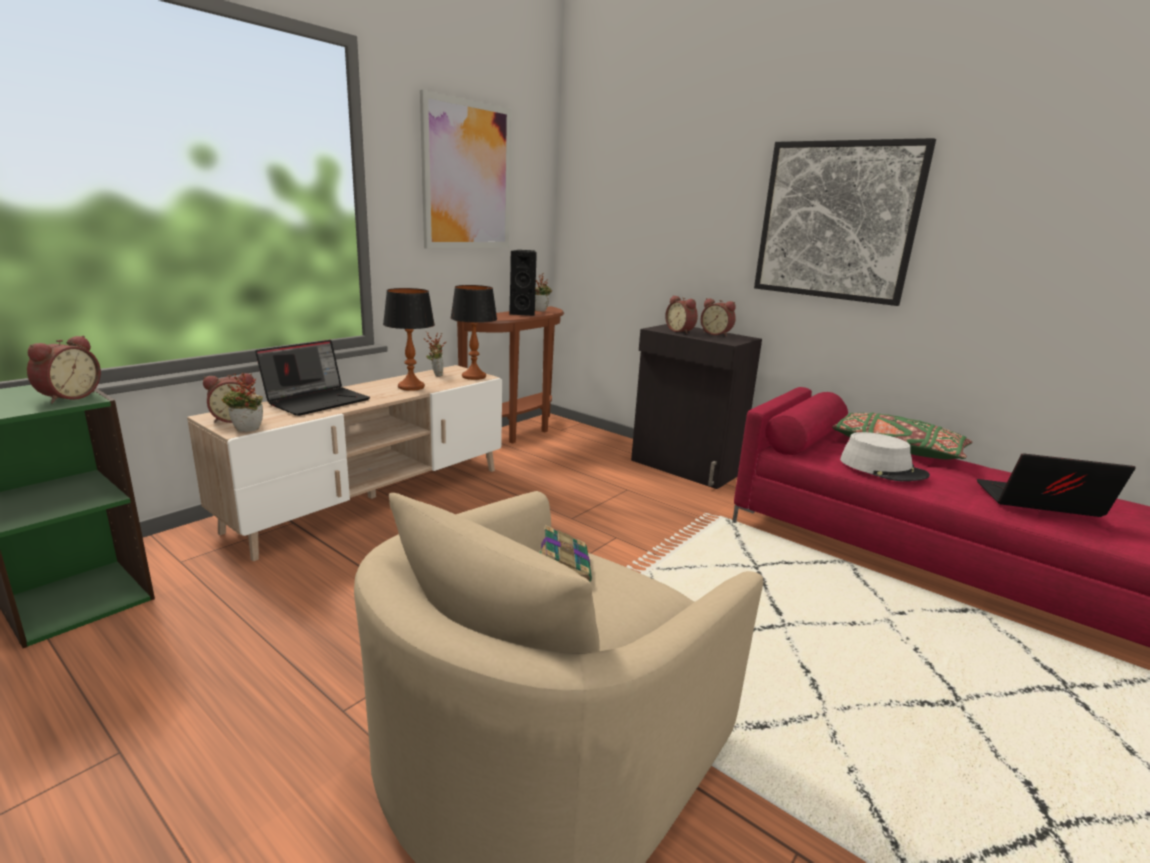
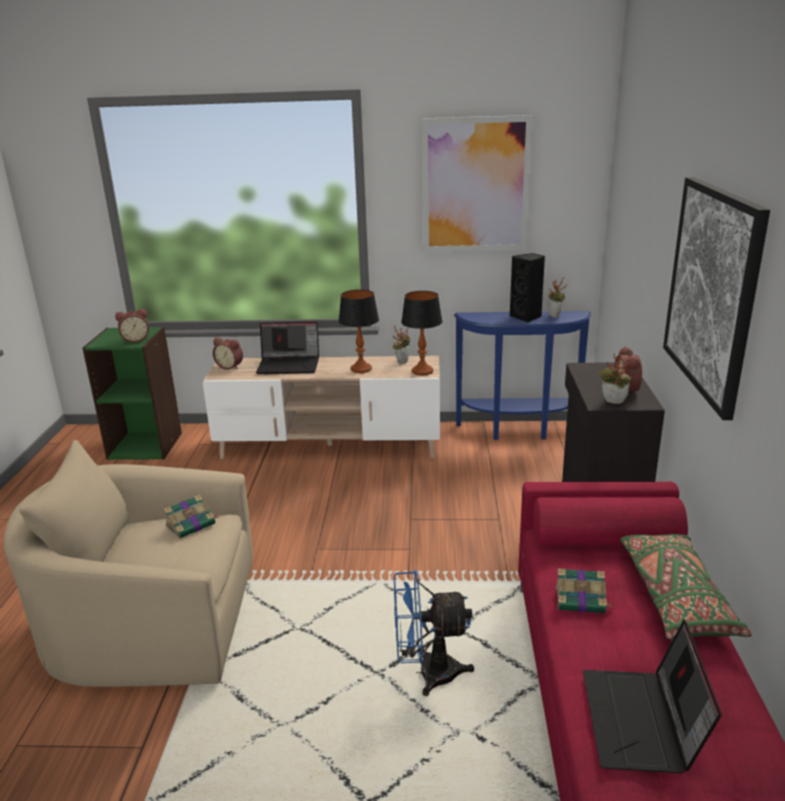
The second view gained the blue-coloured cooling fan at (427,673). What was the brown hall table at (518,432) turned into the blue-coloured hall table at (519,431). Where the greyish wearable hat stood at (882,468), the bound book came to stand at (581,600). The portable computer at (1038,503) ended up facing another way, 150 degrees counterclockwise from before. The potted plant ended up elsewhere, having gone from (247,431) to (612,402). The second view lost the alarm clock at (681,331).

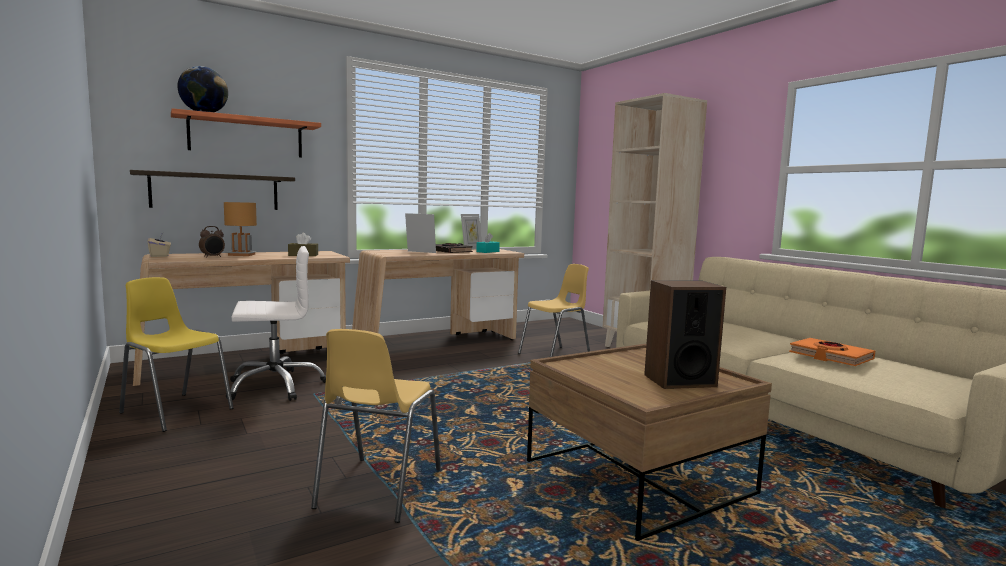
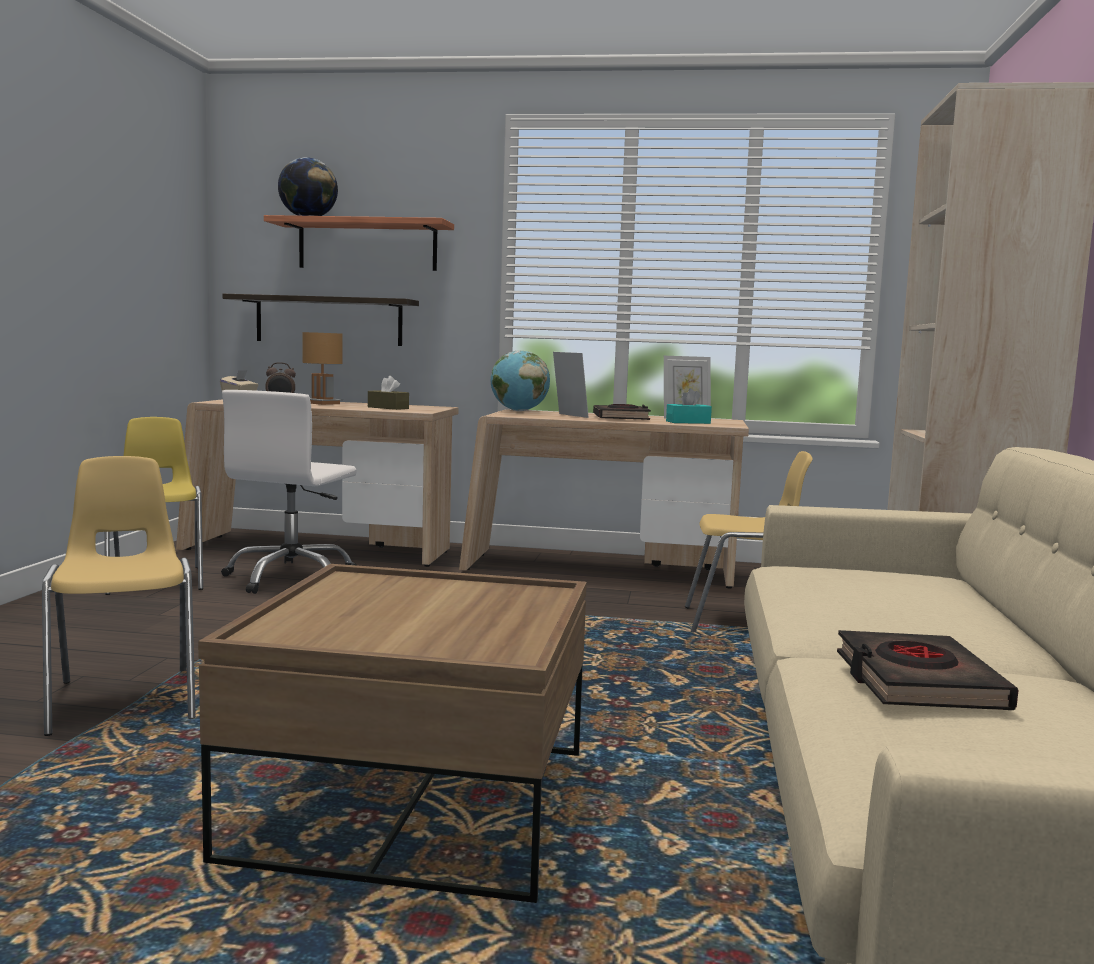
The yellow chair at (377,489) ended up facing another way, 105 degrees clockwise from before. The white desk chair at (276,386) ended up facing another way, 90 degrees clockwise from before. The second view gained the desk globe at (519,411). What was the orange bound book at (830,356) turned into the blackish bound book at (917,682). The second view lost the loudspeaker at (679,380).

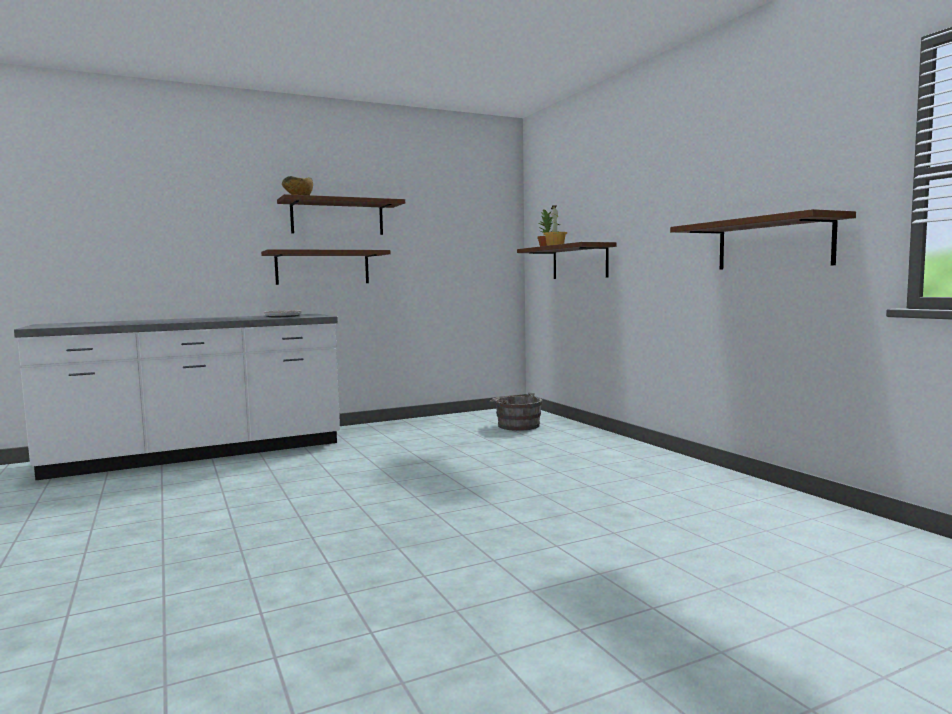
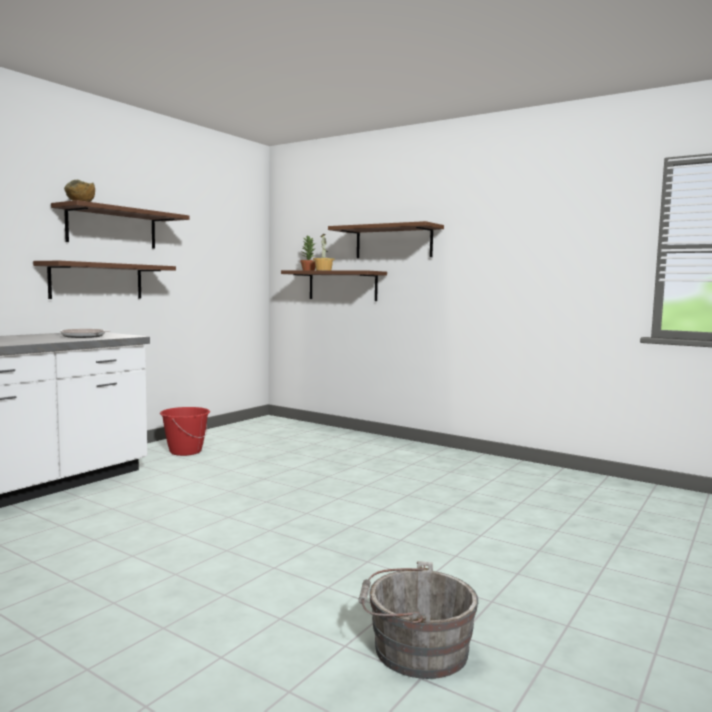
The second view gained the red-coloured water bucket at (185,451). The brown shelf ended up elsewhere, having gone from (773,244) to (393,242). The greyish water bucket ended up elsewhere, having gone from (516,425) to (415,649).

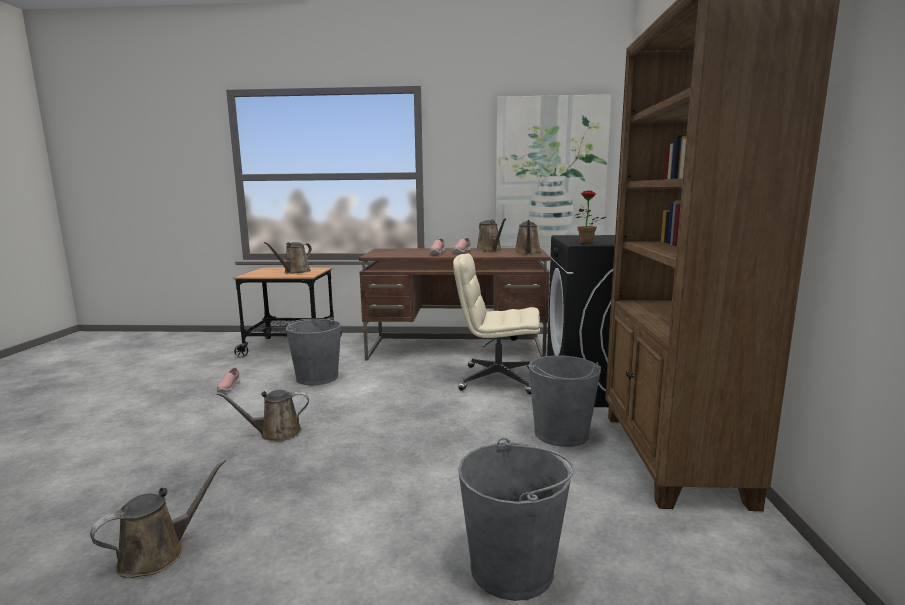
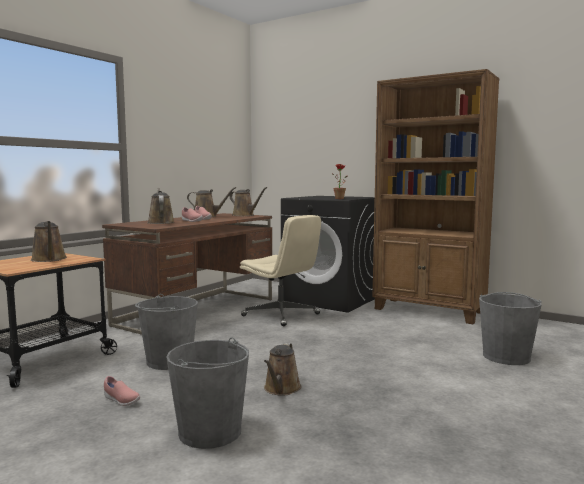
The brown sprinkling can ended up elsewhere, having gone from (158,553) to (160,222). The greyish water bucket ended up elsewhere, having gone from (561,434) to (210,432). The sand-coloured desk chair at (496,379) ended up facing another way, 90 degrees counterclockwise from before. The second view lost the wall picture at (550,173).

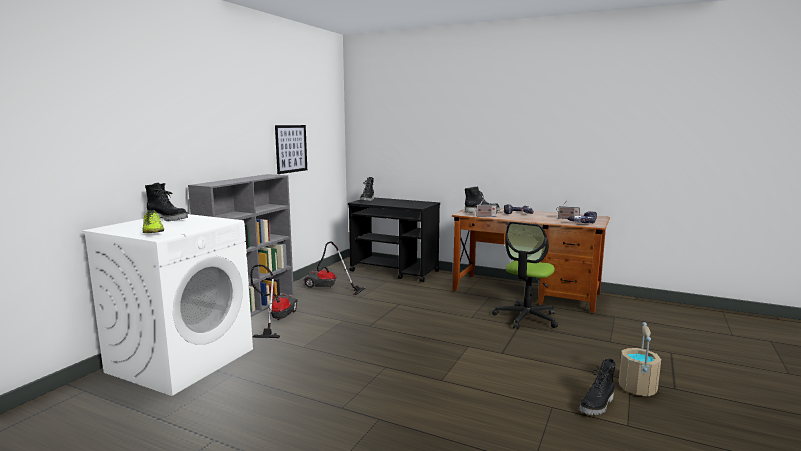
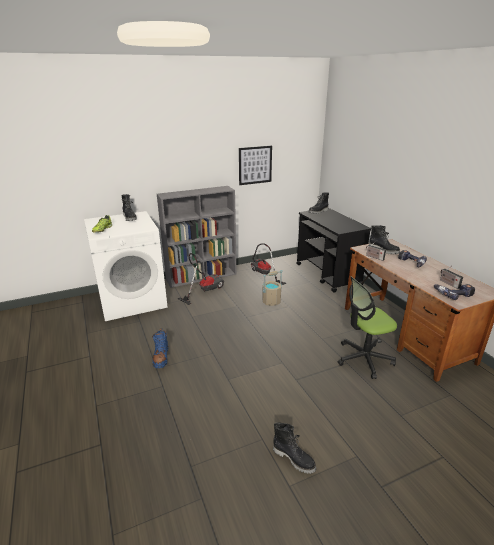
The second view gained the blue-coloured high-top boot at (161,357). The sand-coloured water bucket ended up elsewhere, having gone from (637,388) to (271,301). The blackish high-top boot at (597,405) ended up facing another way, 135 degrees counterclockwise from before.

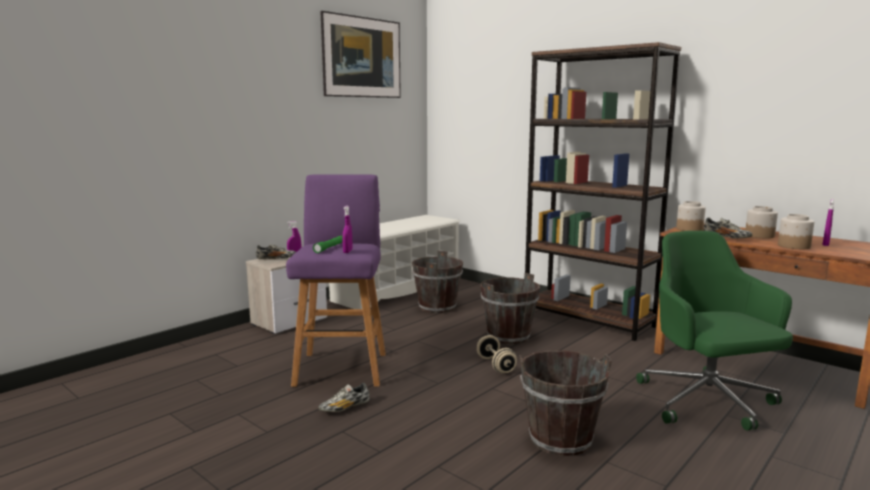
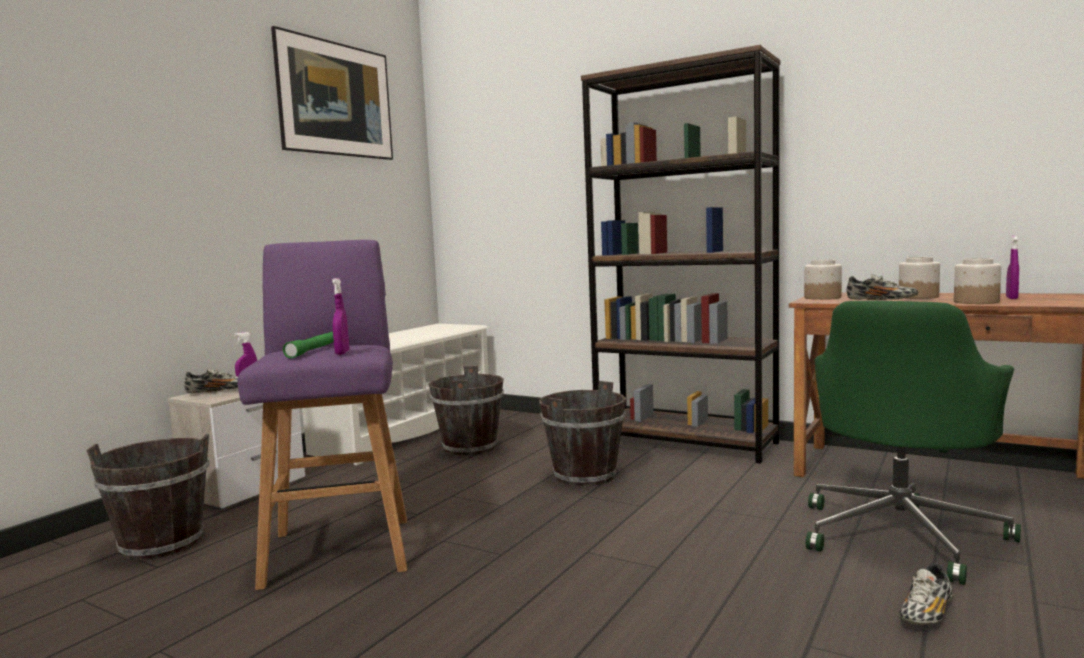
The brown water bucket ended up elsewhere, having gone from (560,439) to (162,543). The green desk chair at (707,402) ended up facing another way, 120 degrees counterclockwise from before. The low shoe ended up elsewhere, having gone from (345,408) to (926,614). The second view lost the sand-coloured dumbbell at (495,365).

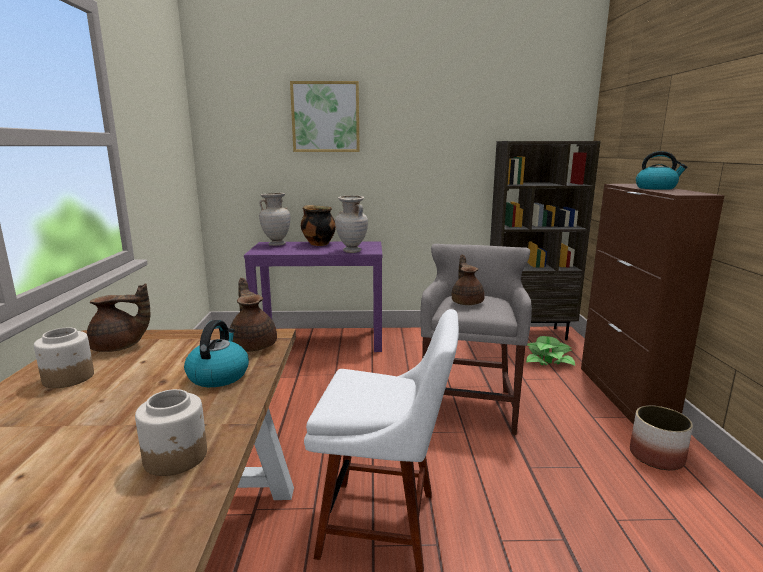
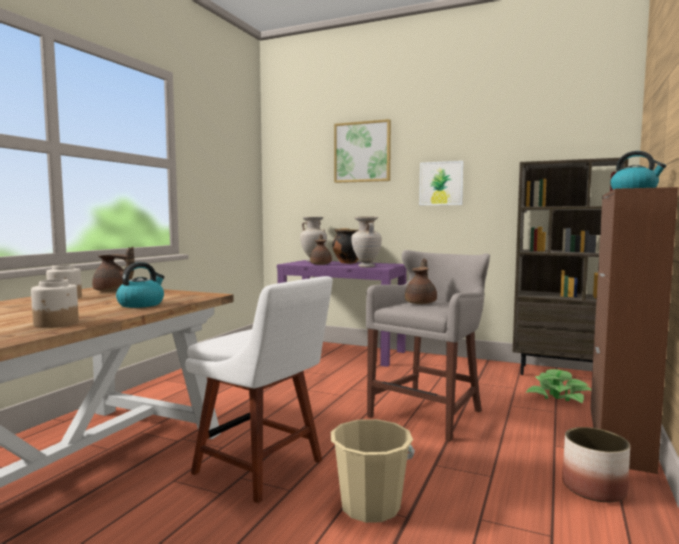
The brown tea pot ended up elsewhere, having gone from (254,345) to (321,264). The second view gained the sand-coloured water bucket at (370,506). The second view gained the wall picture at (441,183).

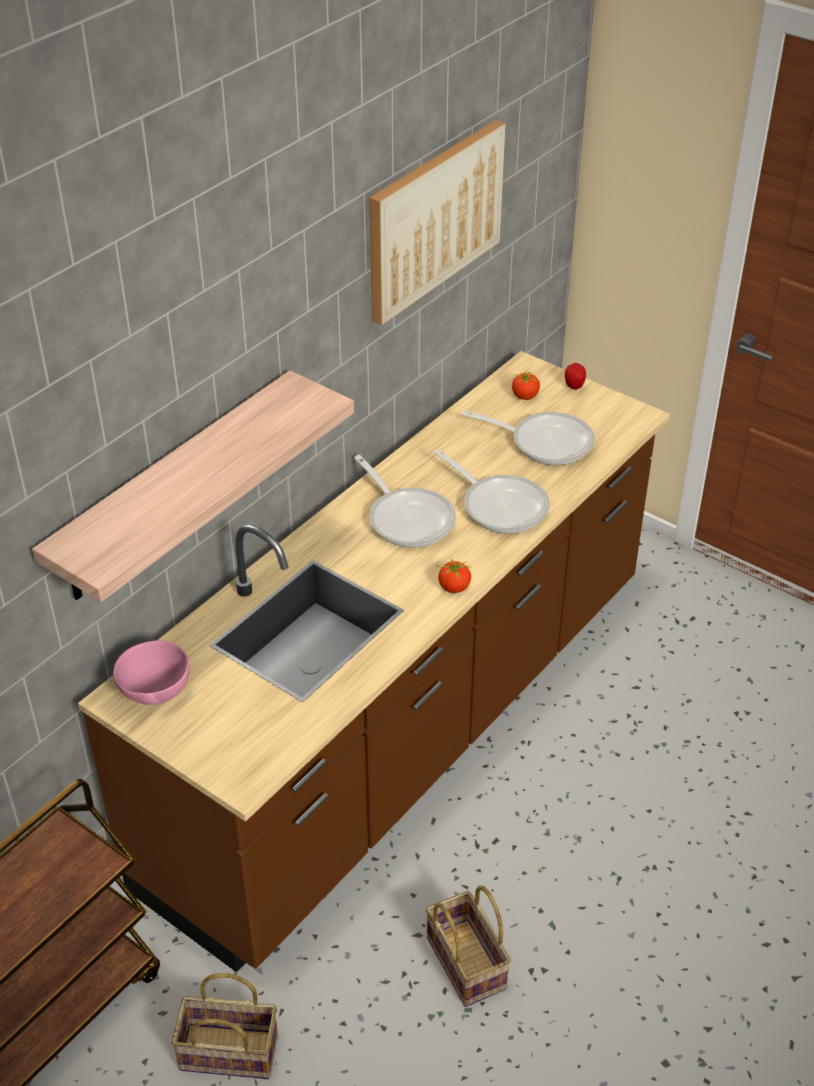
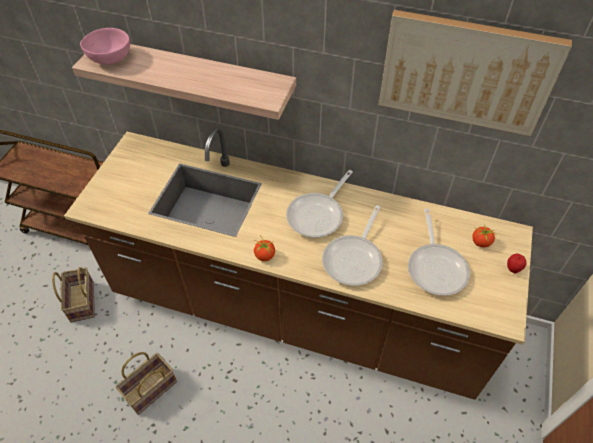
The pinkish bowl ended up elsewhere, having gone from (154,692) to (109,59).

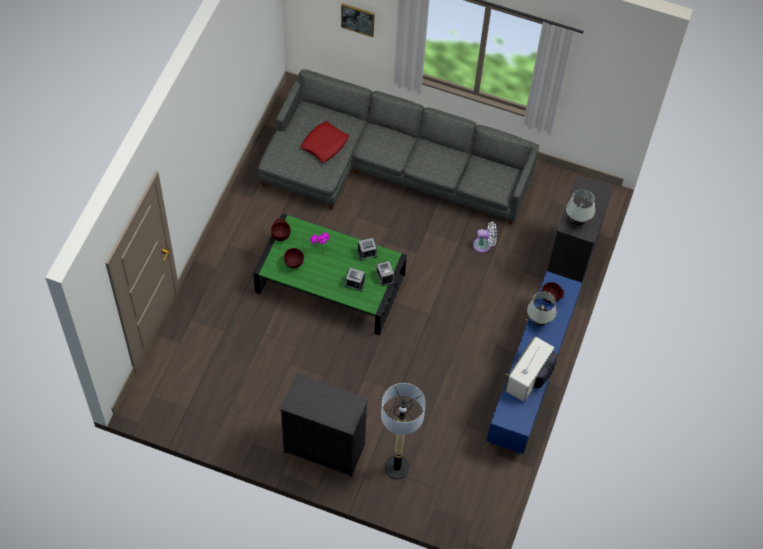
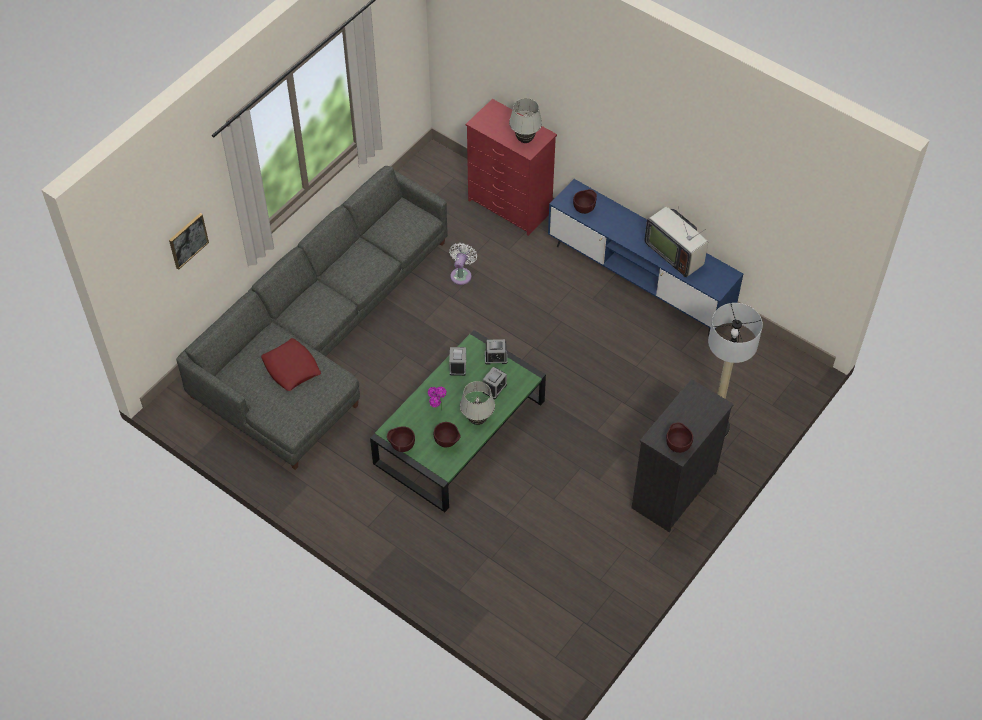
The white tabletop lamp ended up elsewhere, having gone from (538,321) to (477,420). What was the blackish dresser at (570,262) turned into the red-coloured dresser at (510,207). The second view gained the brown bowl at (677,445).

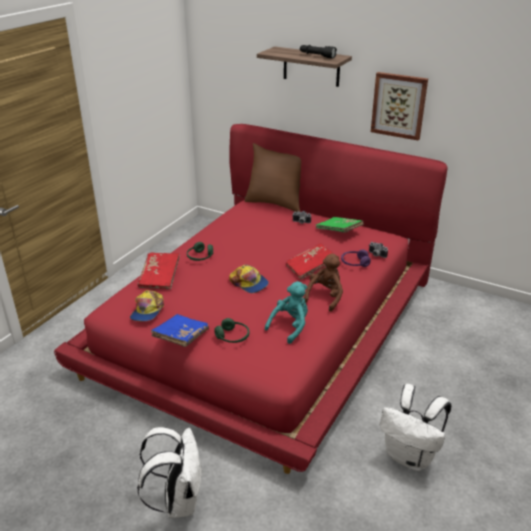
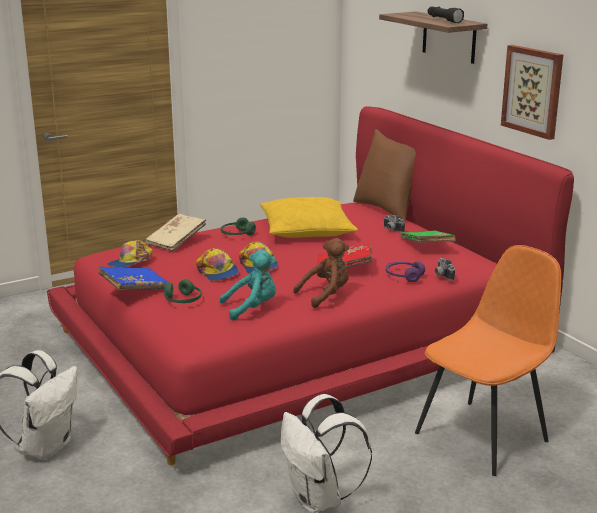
What was the red-coloured bound book at (160,277) turned into the sand-coloured bound book at (176,241). The second view gained the cap at (217,272). The second view gained the yellow throw pillow at (306,229). The second view gained the orange chair at (483,436).

